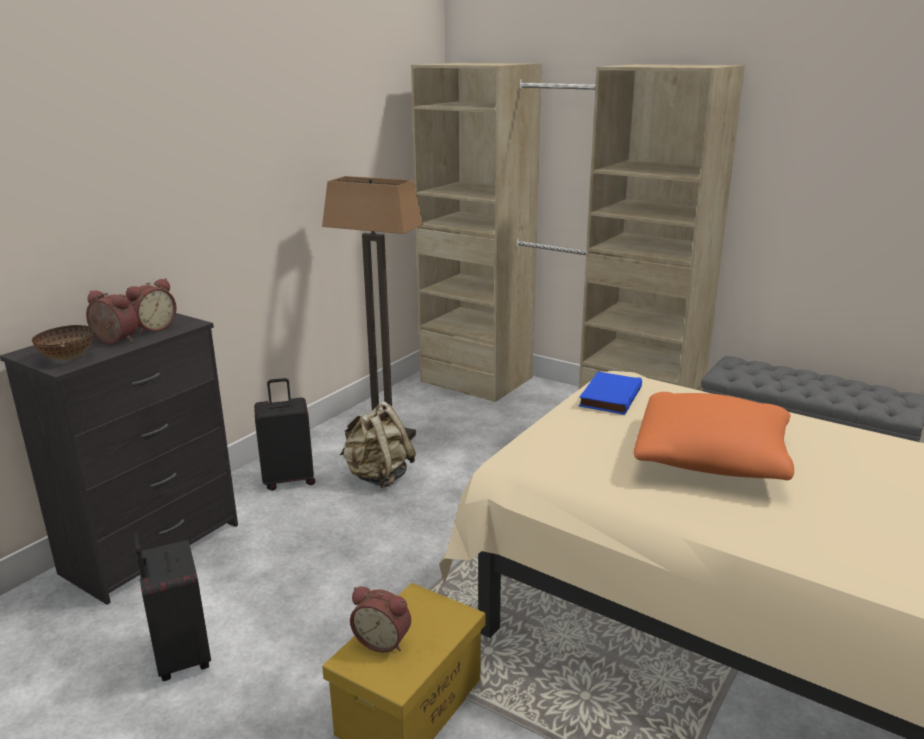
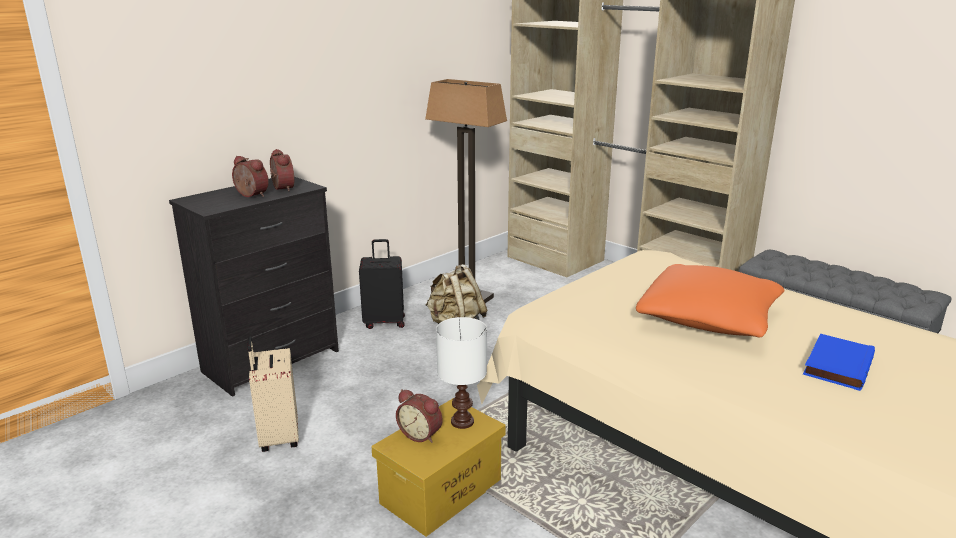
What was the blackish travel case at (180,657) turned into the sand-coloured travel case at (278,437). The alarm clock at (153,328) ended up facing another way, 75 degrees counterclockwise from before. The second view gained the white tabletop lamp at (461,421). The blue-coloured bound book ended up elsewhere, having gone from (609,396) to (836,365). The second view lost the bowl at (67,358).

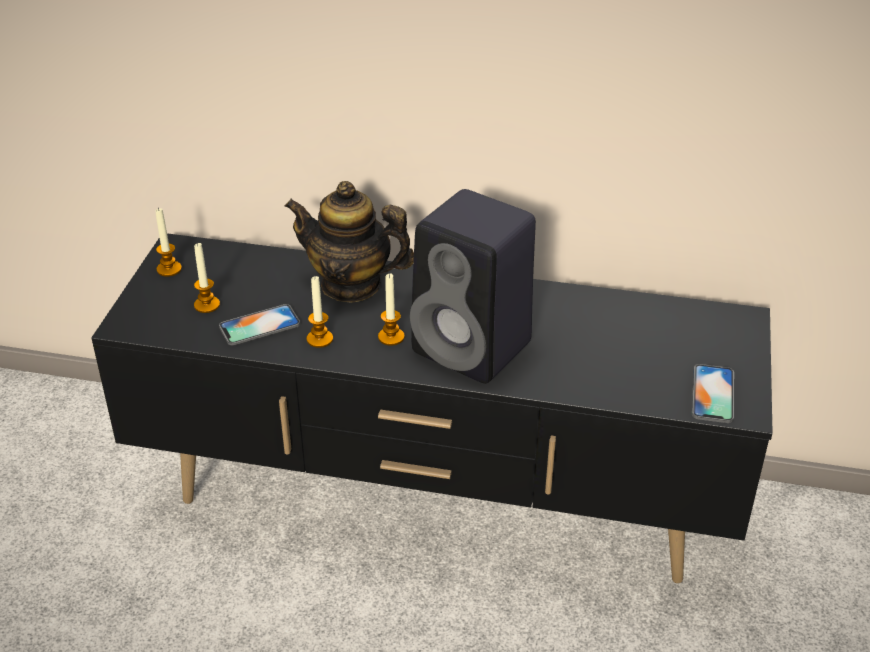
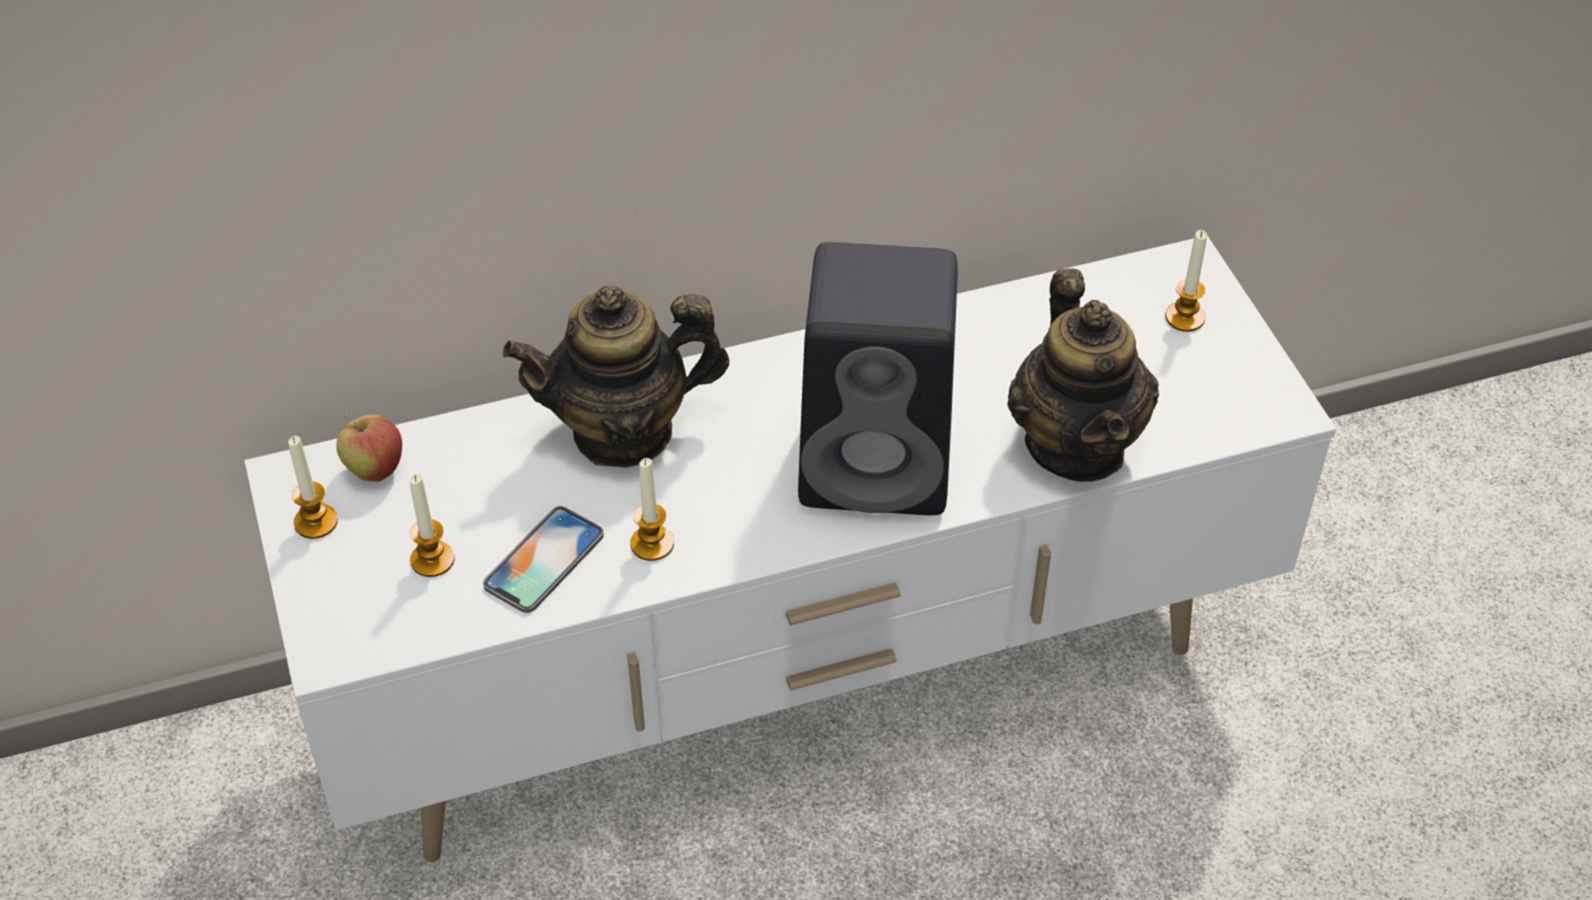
What was the blackish tv stand at (437,502) turned into the white tv stand at (797,684). The second view gained the apple fruit at (374,469). The second view gained the tea pot at (1076,445). The candle ended up elsewhere, having gone from (391,337) to (1185,317). The second view lost the phone at (713,394).

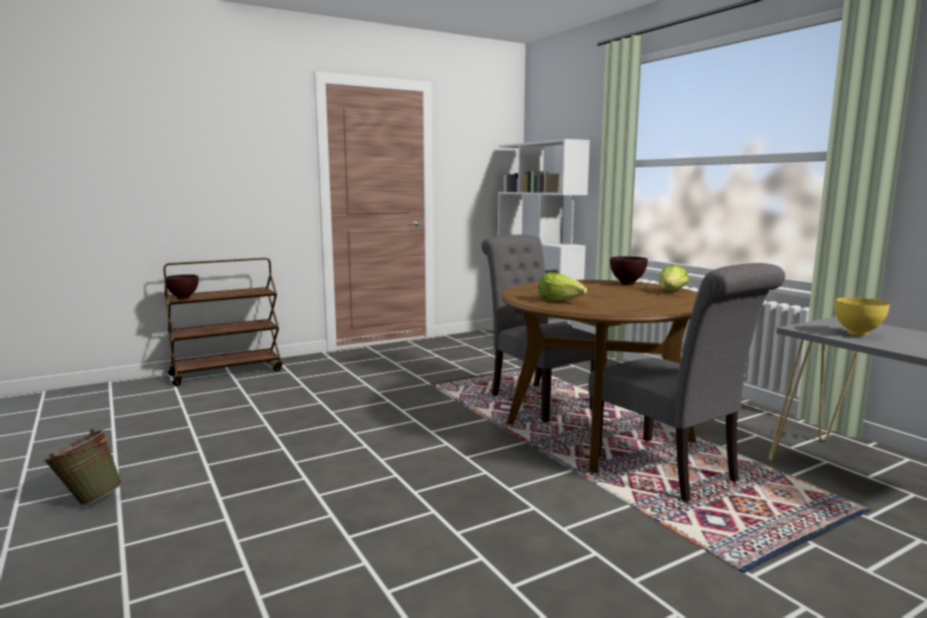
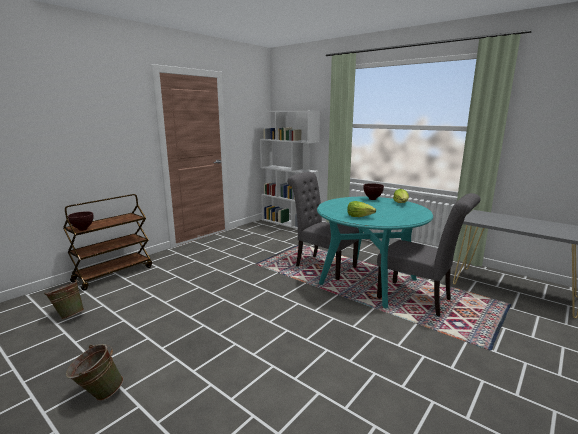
The second view gained the green water bucket at (69,315). What was the brown dinner table at (597,432) turned into the turquoise-coloured dinner table at (368,282). The second view lost the yellow bowl at (857,334).

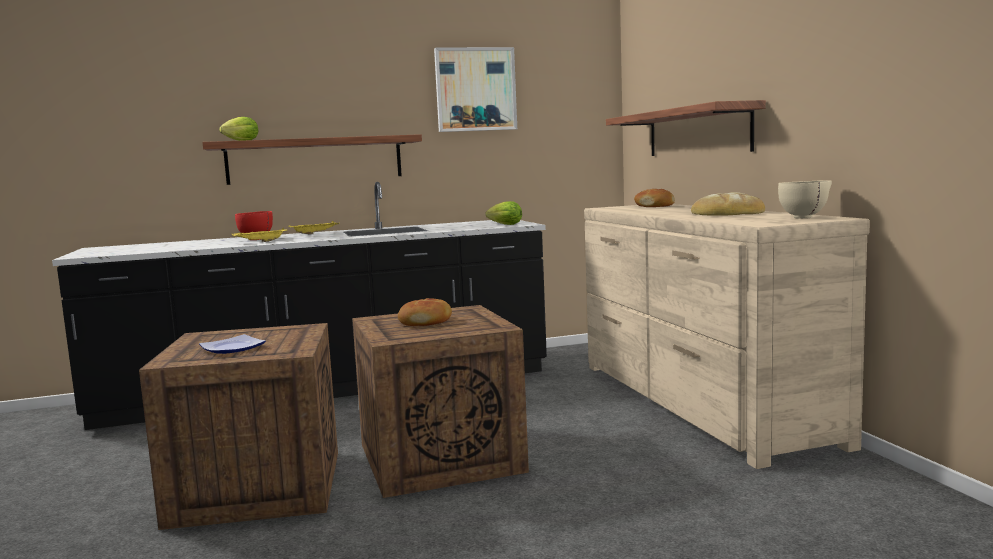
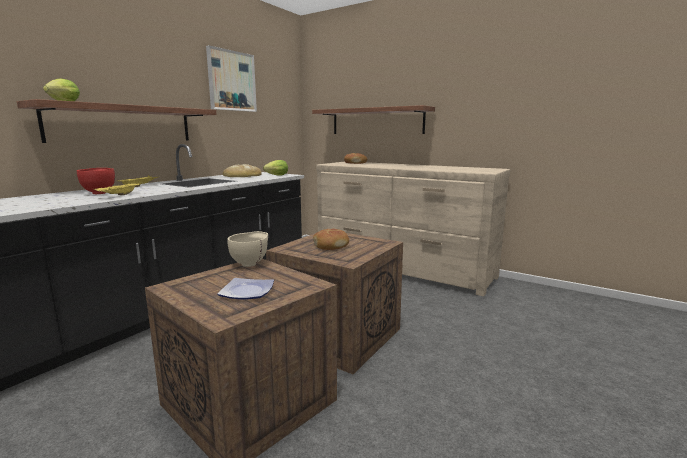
The bakery bread ended up elsewhere, having gone from (726,213) to (241,175). The sand-coloured bowl ended up elsewhere, having gone from (805,217) to (250,264).

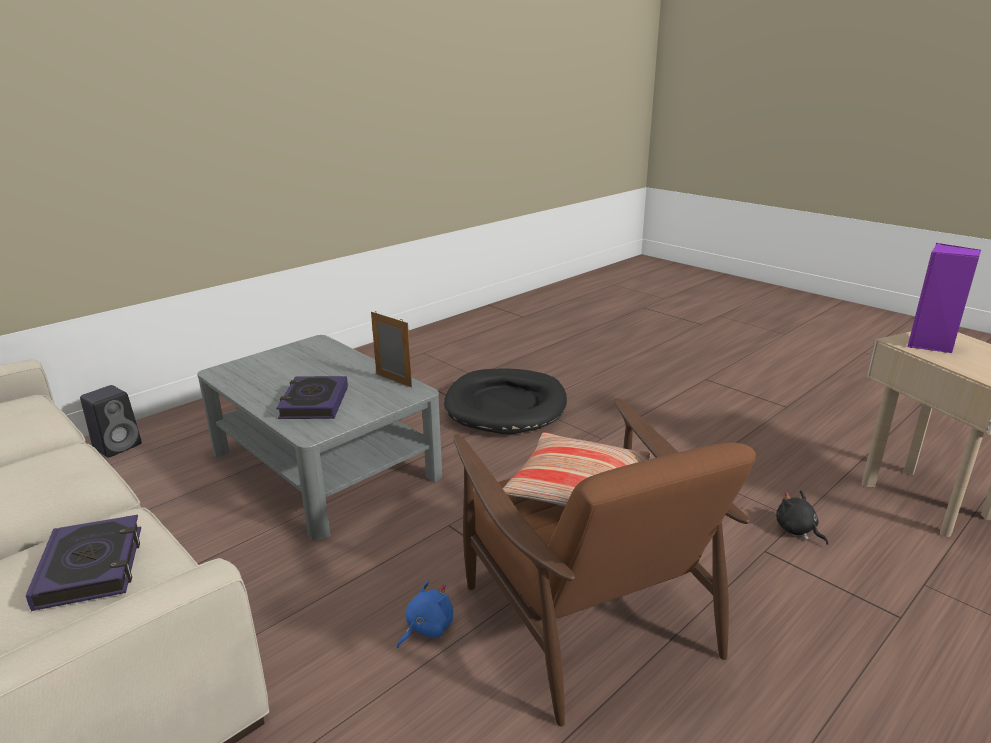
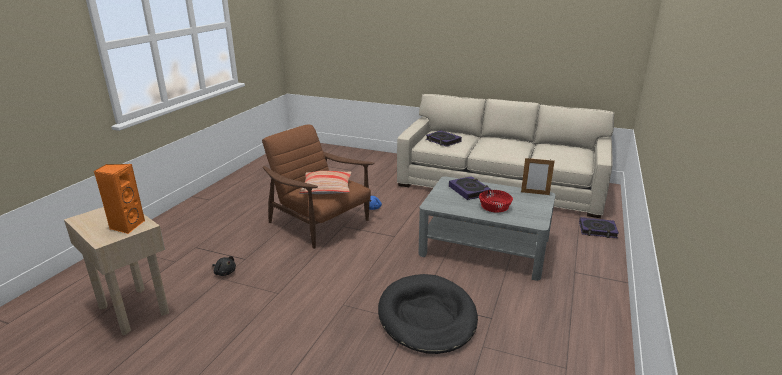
What was the purplish loudspeaker at (930,344) turned into the orange loudspeaker at (126,226). The second view gained the red-coloured bowl at (495,206). The standing frame ended up elsewhere, having gone from (393,380) to (535,193). Where the blackish loudspeaker stood at (118,445), the bound book came to stand at (597,230).

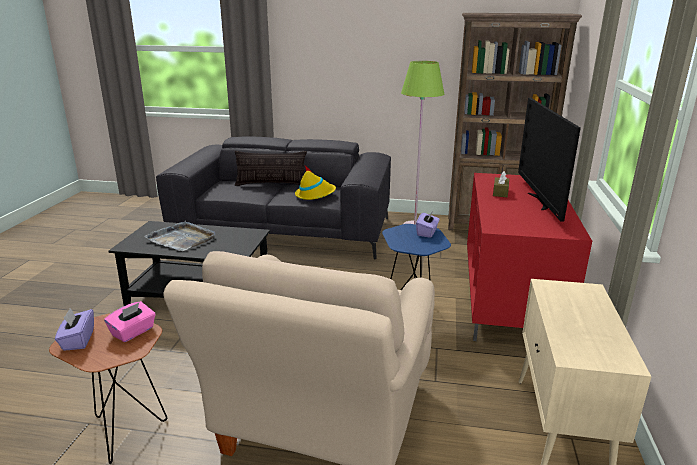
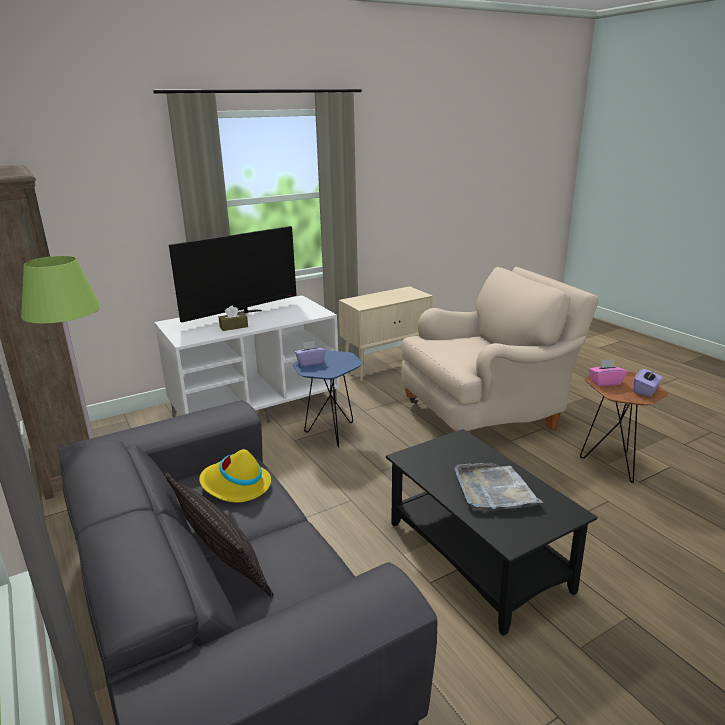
What was the red-coloured tv stand at (511,299) turned into the white tv stand at (256,407).

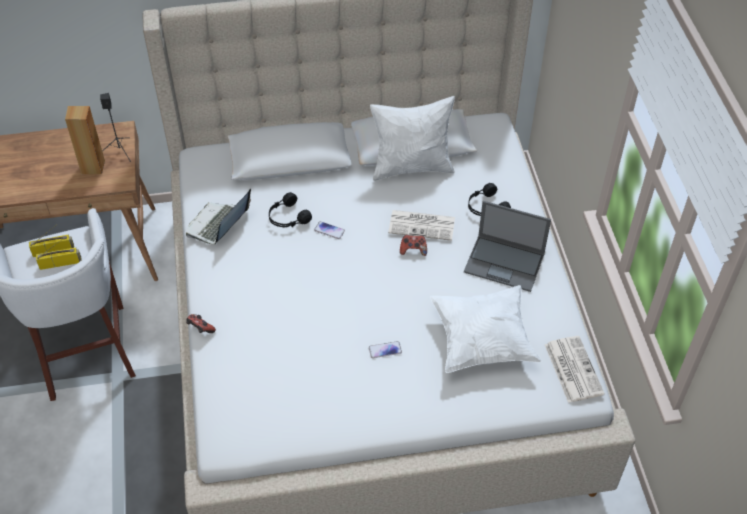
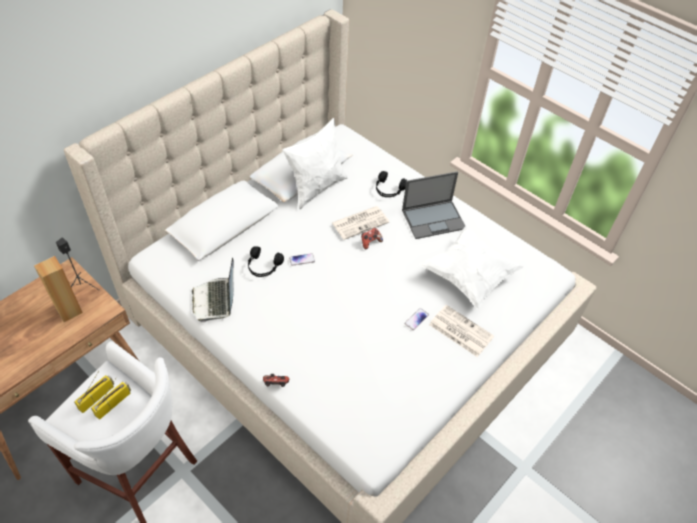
The daily paper ended up elsewhere, having gone from (572,368) to (460,331).

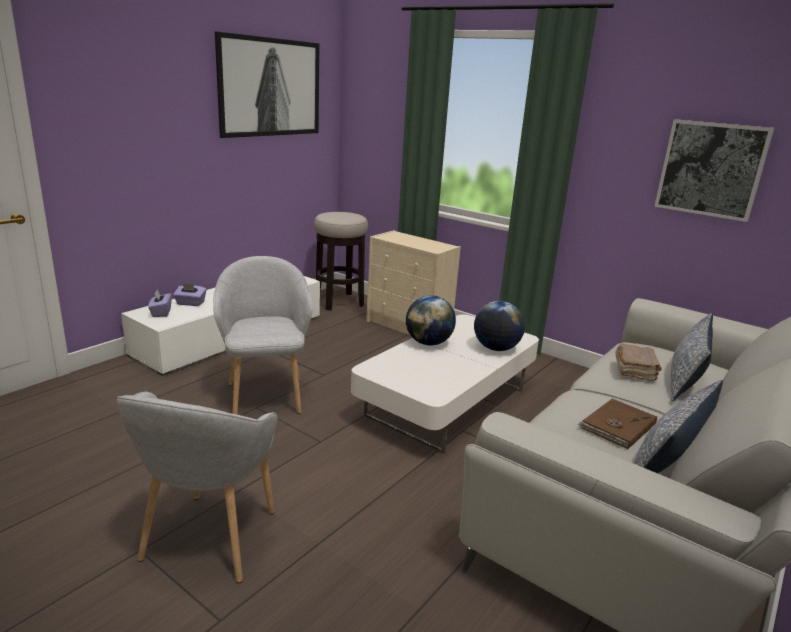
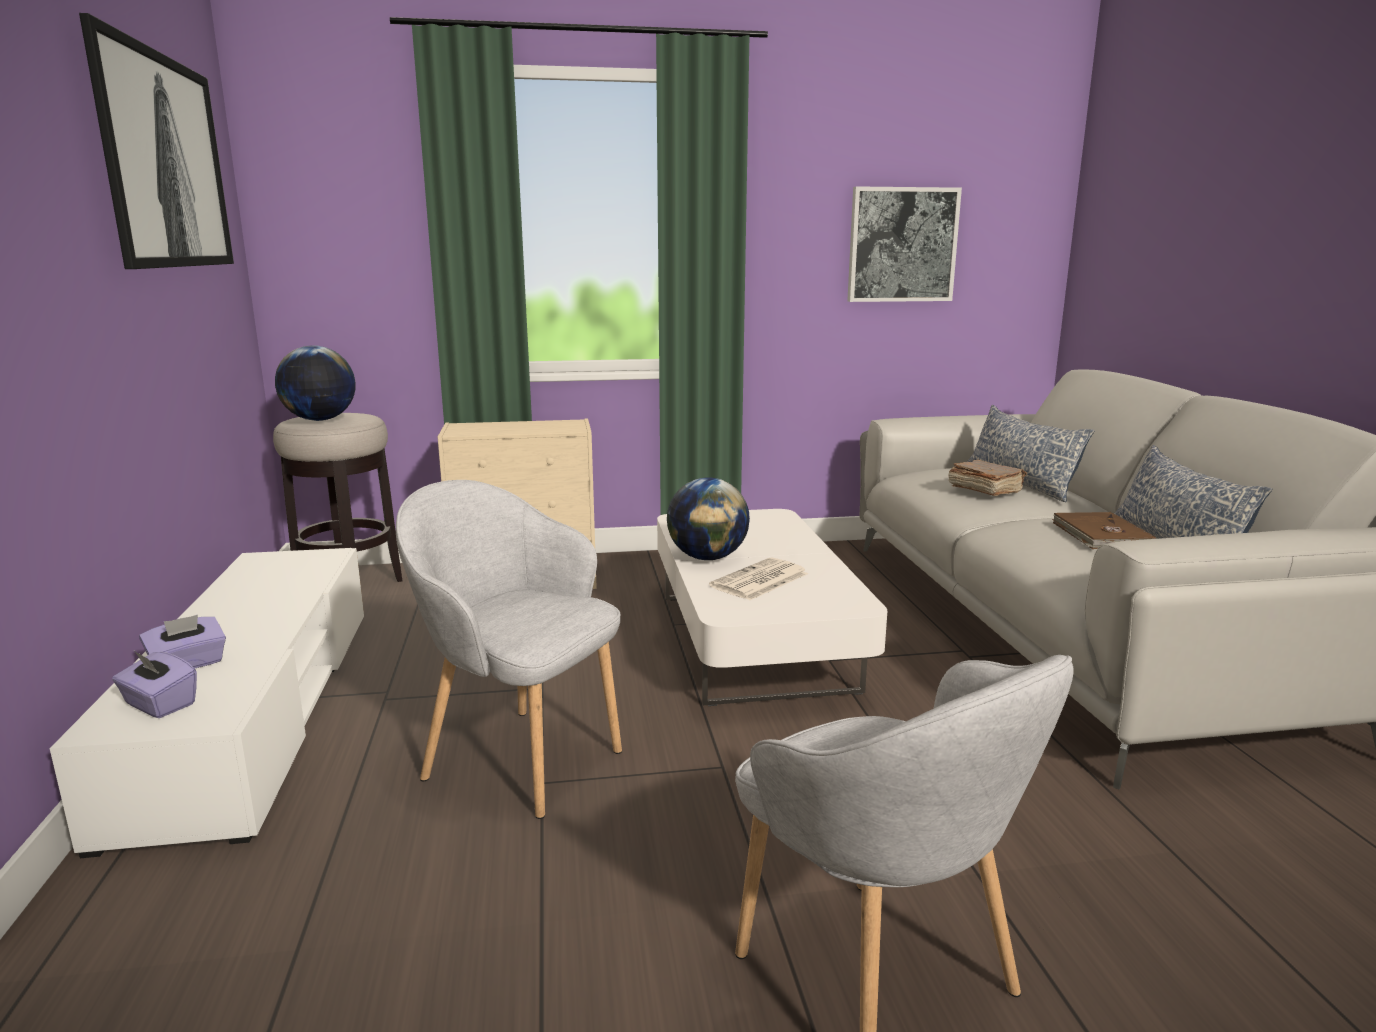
The desk globe ended up elsewhere, having gone from (496,348) to (320,420). The second view gained the daily paper at (759,581).

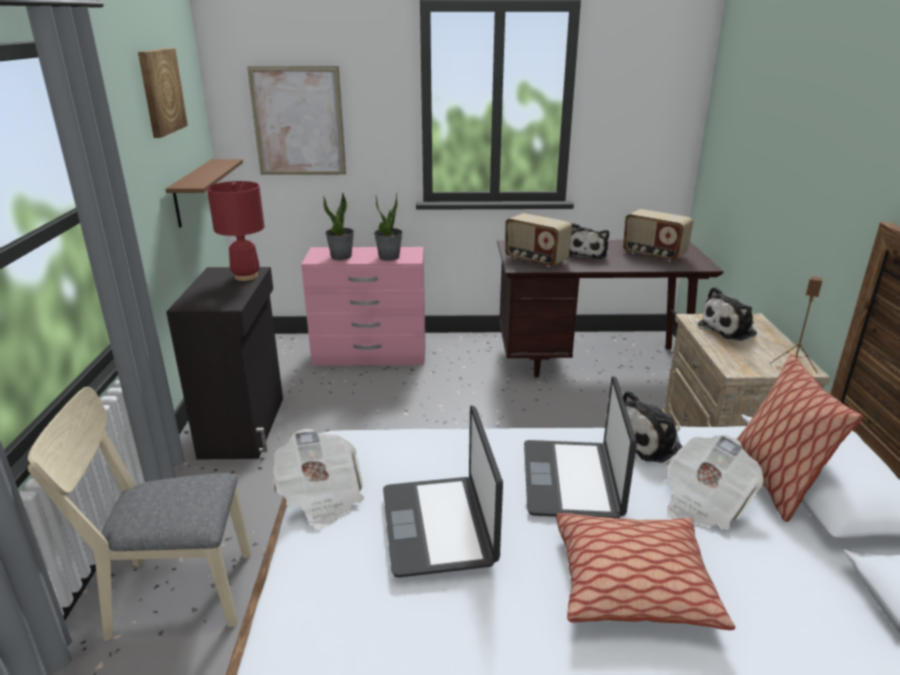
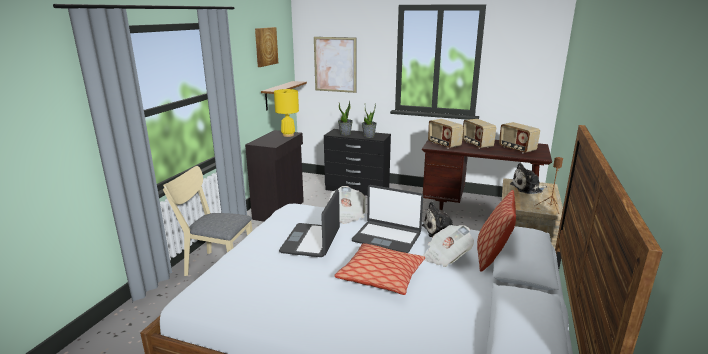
What was the red-coloured tabletop lamp at (246,276) turned into the yellow tabletop lamp at (288,135). What was the pinkish dresser at (371,355) turned into the blackish dresser at (357,189). The daily paper ended up elsewhere, having gone from (320,497) to (347,214). The portable computer at (572,480) ended up facing another way, 90 degrees counterclockwise from before. Where the plush toy stood at (587,253), the radio came to stand at (476,144).

